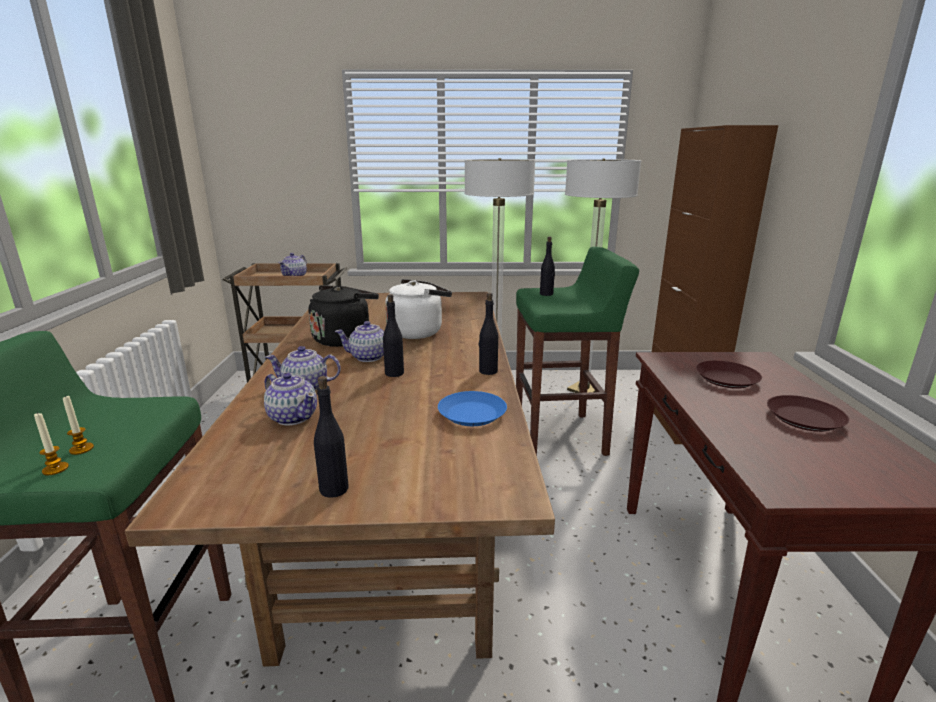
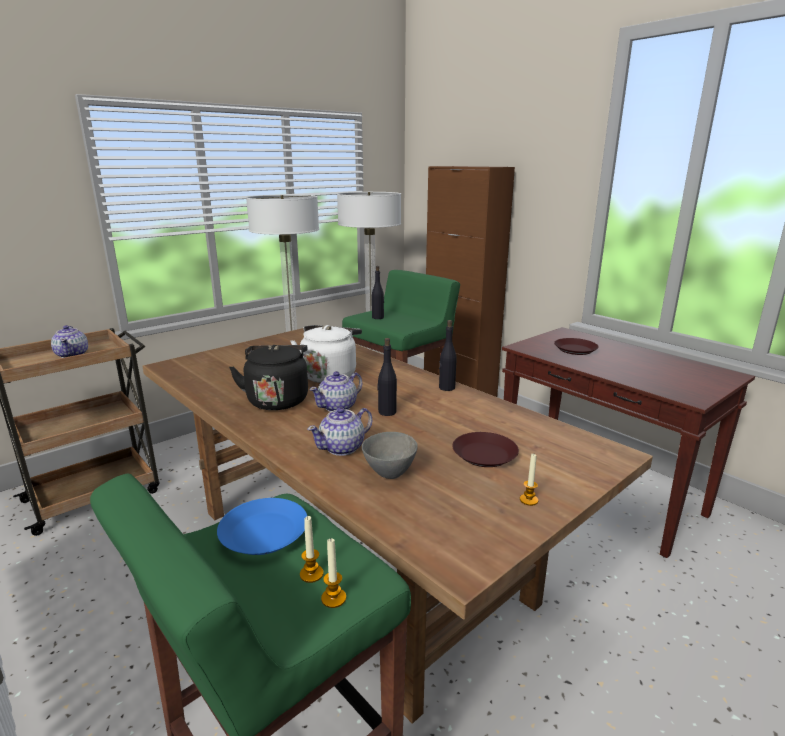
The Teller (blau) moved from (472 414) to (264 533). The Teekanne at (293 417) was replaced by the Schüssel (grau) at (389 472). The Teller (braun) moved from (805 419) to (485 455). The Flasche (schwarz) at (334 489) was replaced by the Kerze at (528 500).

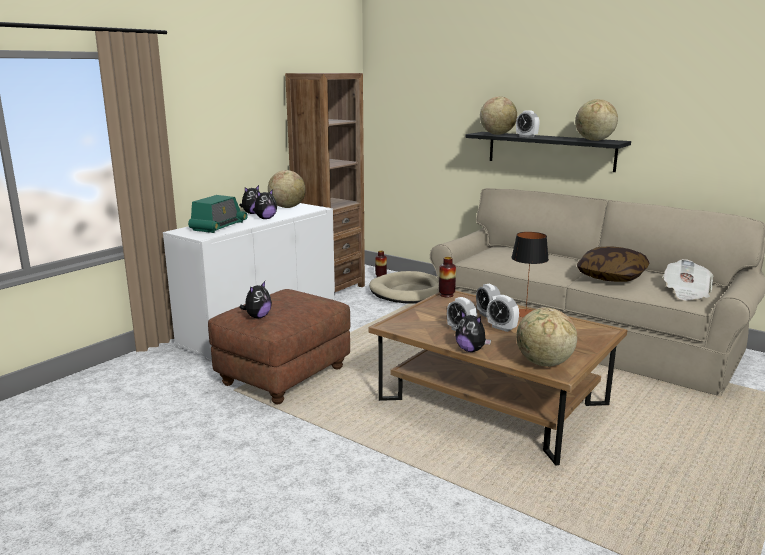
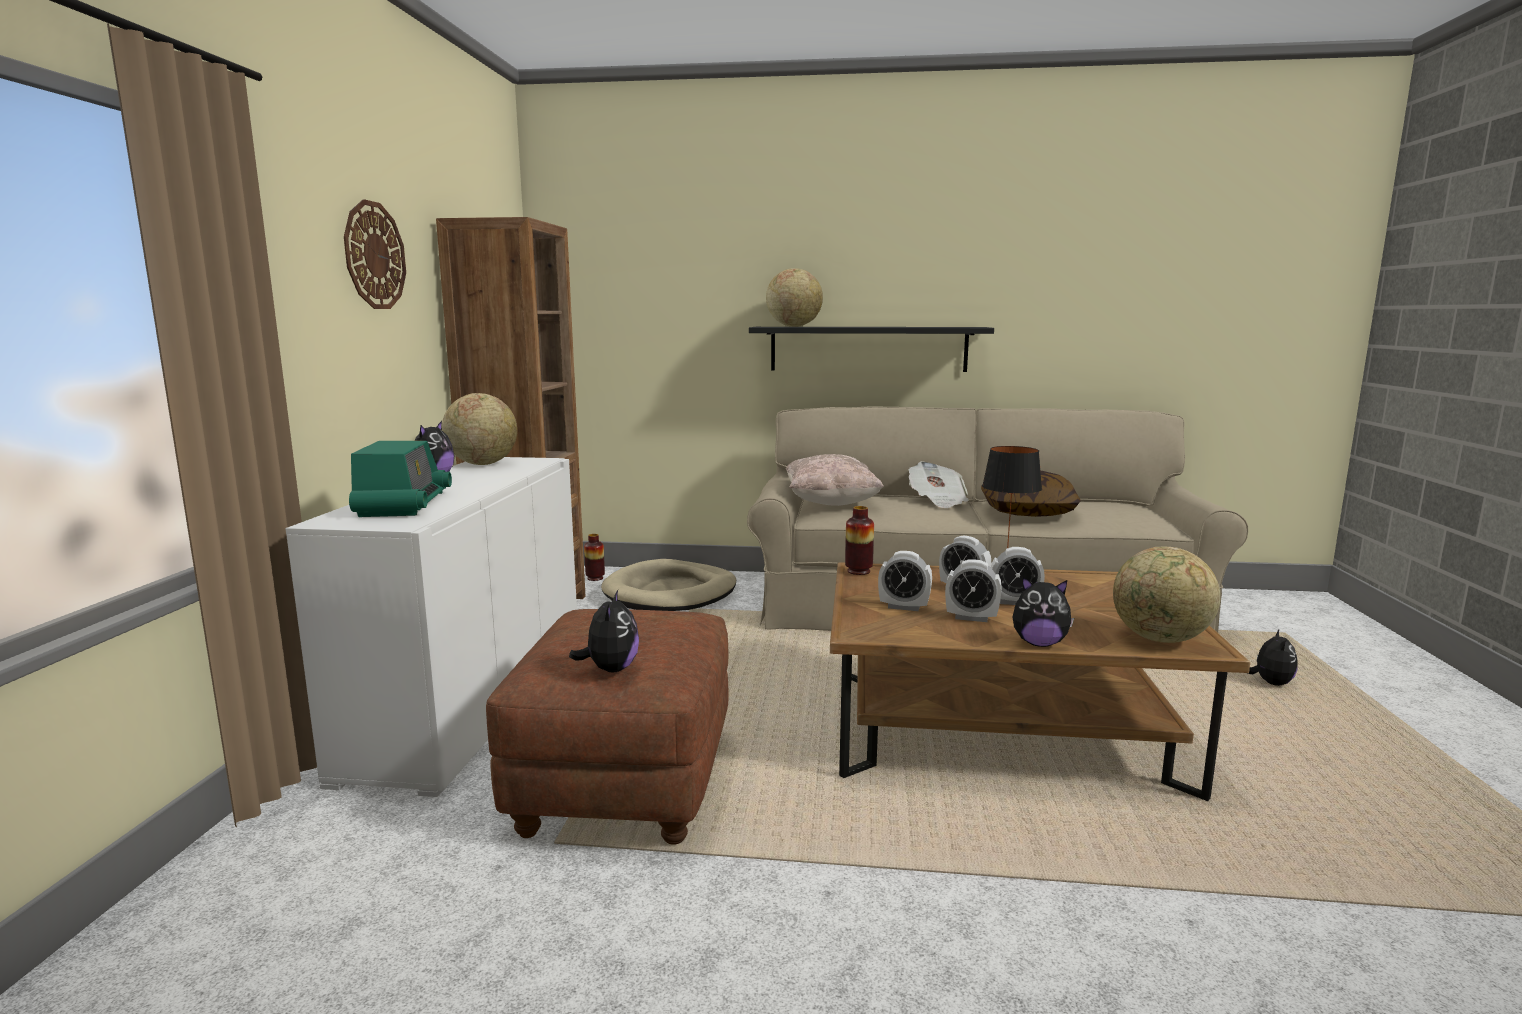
The Wanduhr at (374 255) appeared. The Kissen (beige) at (831 503) appeared. The Wecker moved from (526 136) to (904 607). The Zeitung moved from (686 293) to (937 501). The Plüschtier moved from (265 218) to (1270 683). The Globus at (594 140) disappeared.

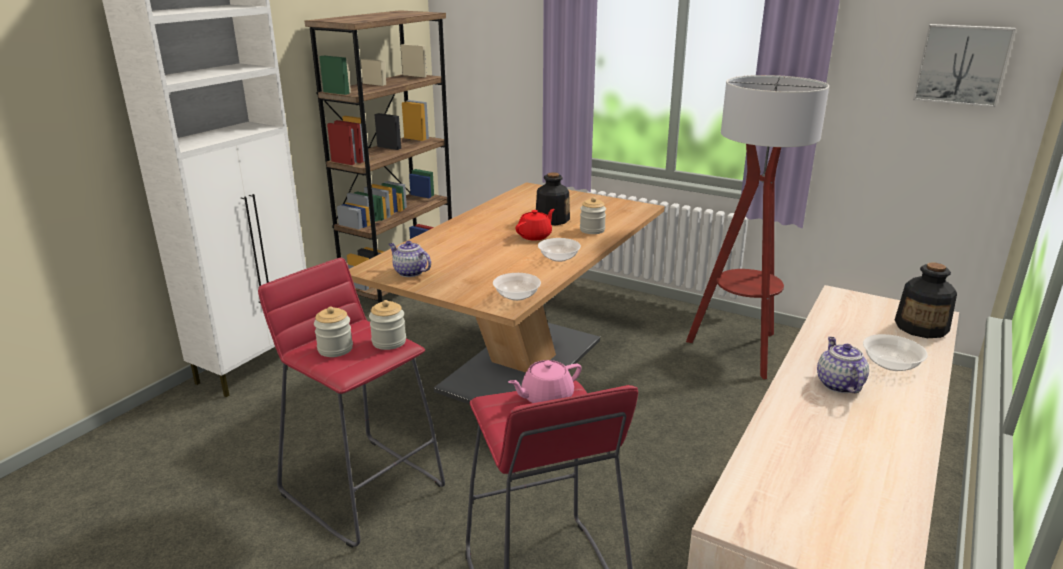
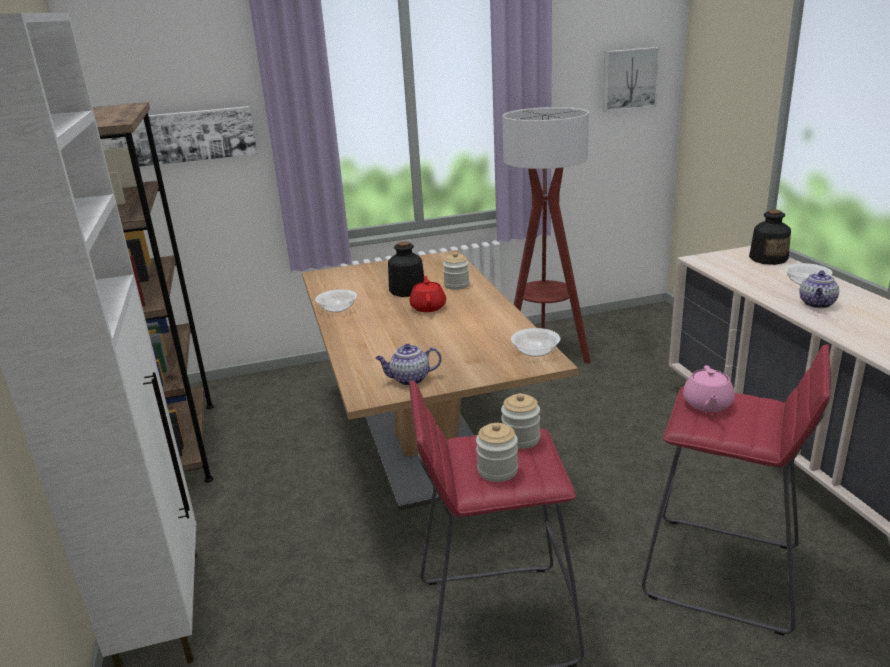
The Bild at (181 136) appeared. The Schüssel moved from (559 258) to (337 309). The Teekanne at (838 384) turned 105 degrees counterclockwise.

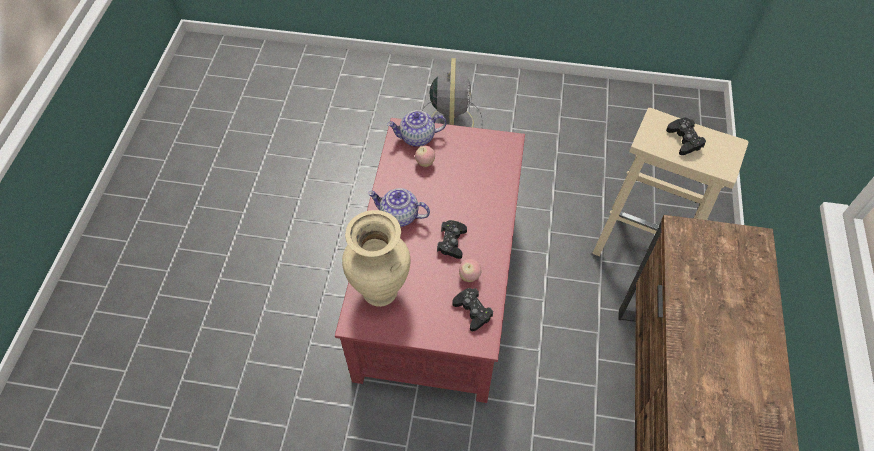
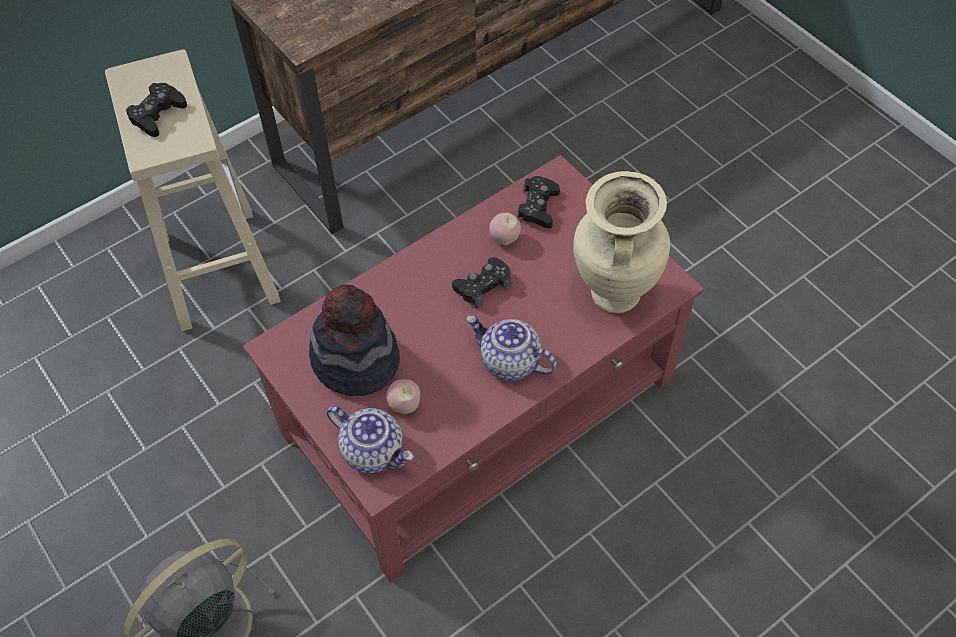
The Hut at (356 360) appeared. The Teekanne at (399 216) turned 150 degrees clockwise.

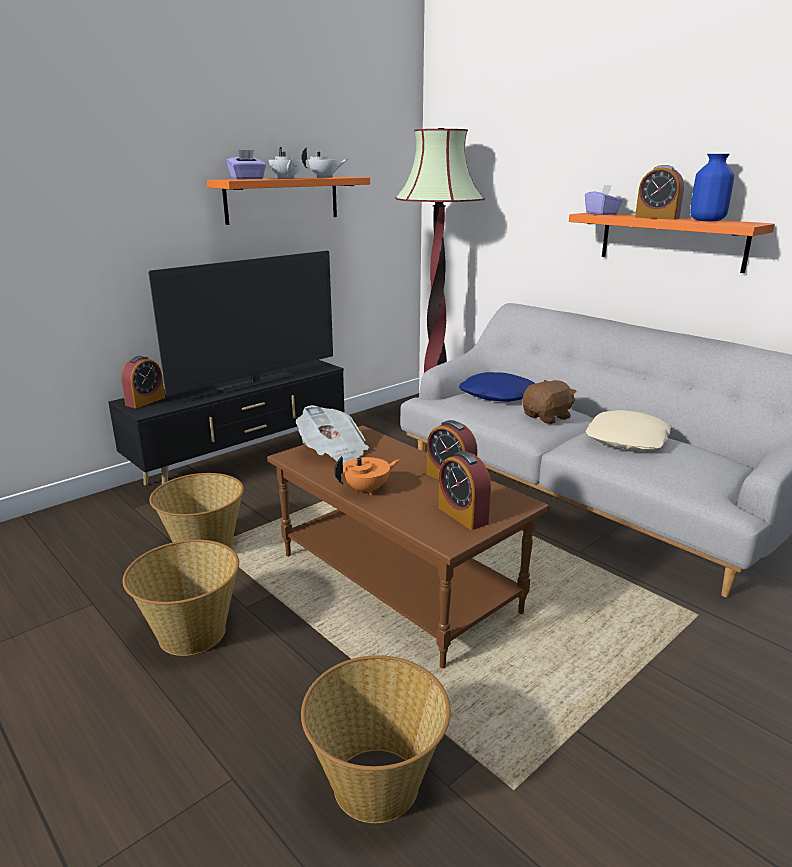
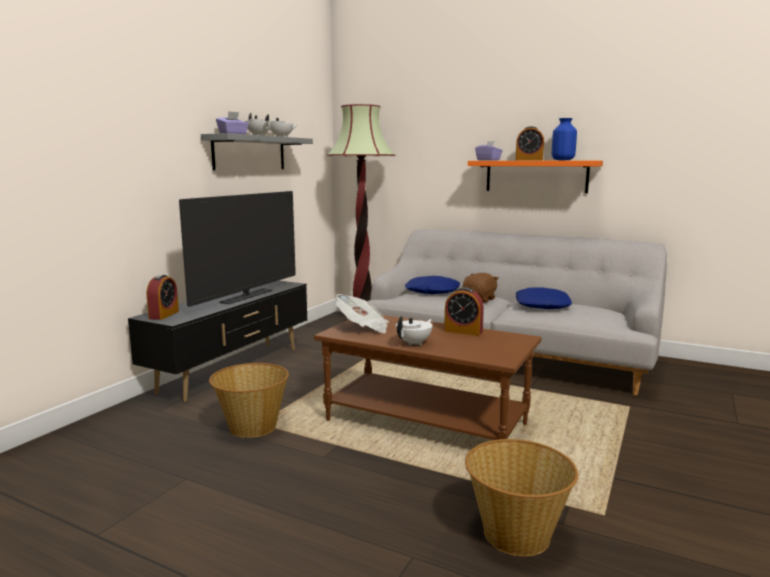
The Wandregal (orange) at (282 199) became the Wandregal (grau) at (249 153). The Teekanne (orange) at (367 490) became the Teekanne (weiß) at (414 343). The Kissen (beige) at (628 439) became the Kissen (blau) at (542 305). The Korb at (191 633) disappeared. The Wecker at (463 515) disappeared.

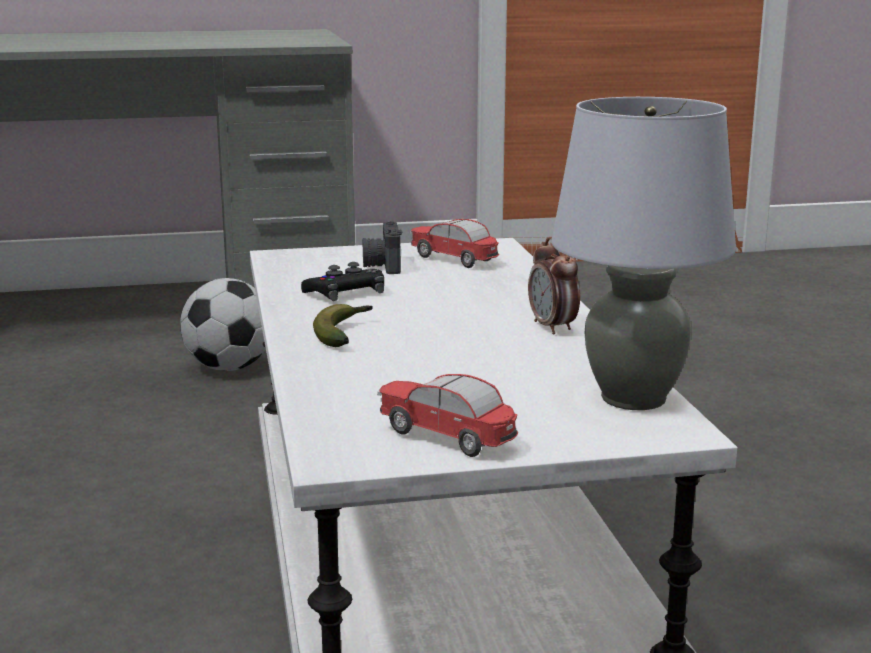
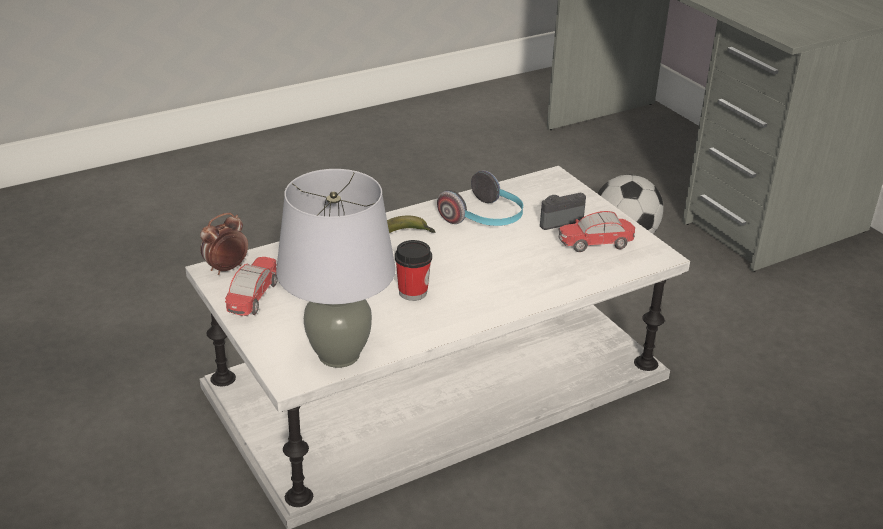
The Wecker moved from (552 327) to (226 269). The Tasse at (413 292) appeared. The Gamepad (schwarz) at (345 293) was replaced by the Kopfhörer at (485 219). The Spielzeugauto at (453 260) turned 120 degrees counterclockwise.

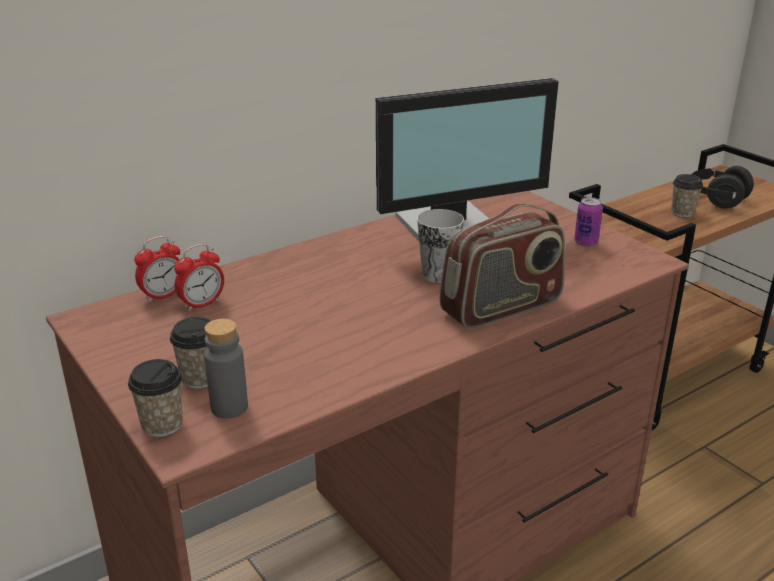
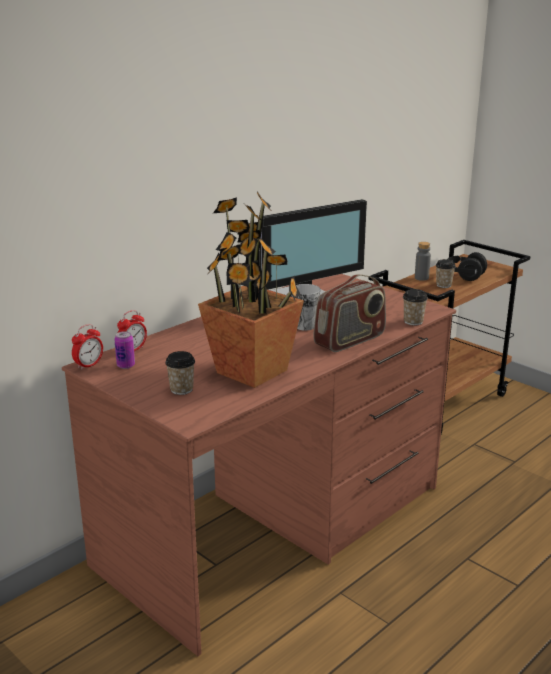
The Wecker moved from (202 304) to (89 365). The Dose moved from (586 242) to (126 365). The Topfpflanze at (251 372) appeared. The Tasse moved from (162 425) to (413 321). The Flasche (grau) moved from (229 407) to (421 278).

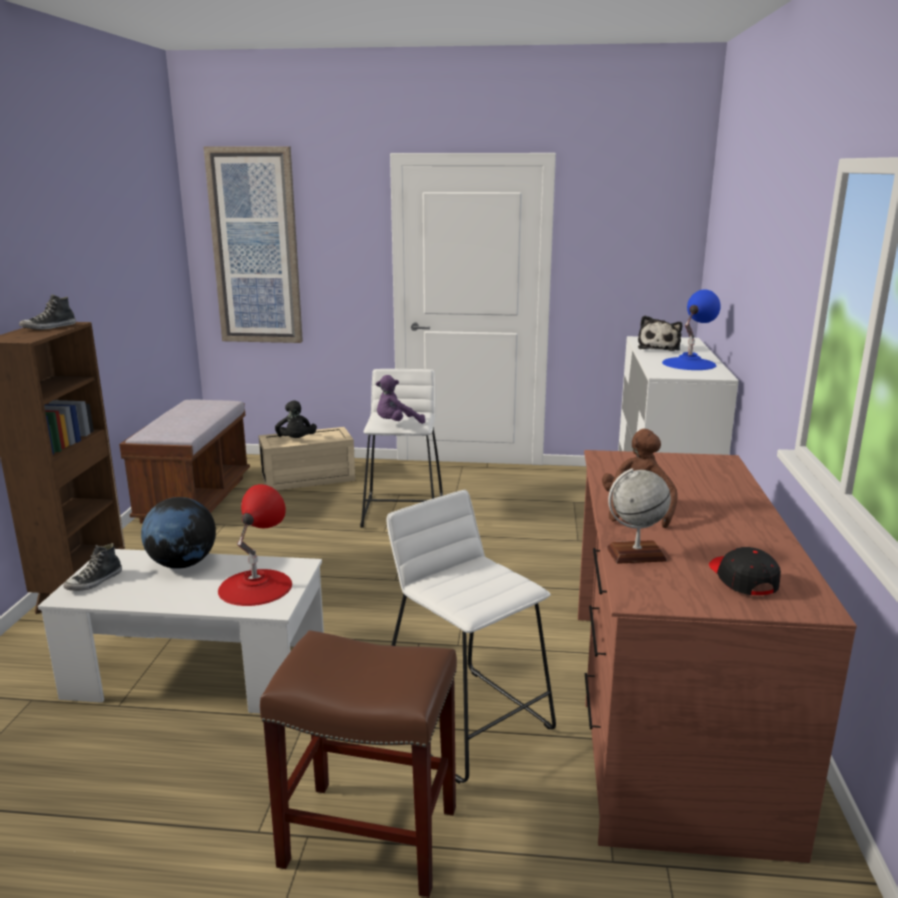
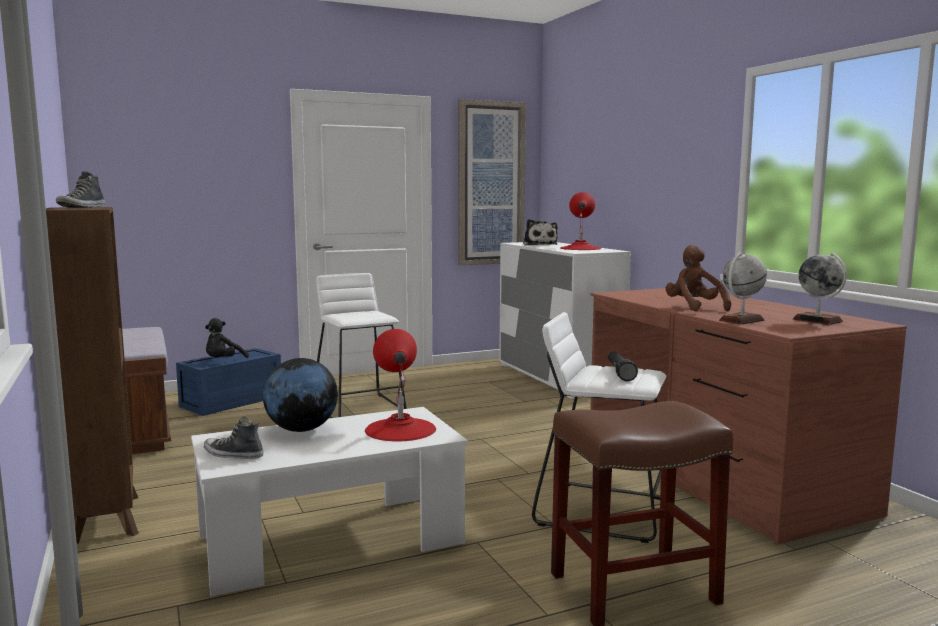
The Aufbewahrungsbox (beige) at (307 478) became the Aufbewahrungsbox (blau) at (231 402). The Schuh at (94 582) turned 105 degrees clockwise. The Plüschtier (schwarz) at (296 441) turned 75 degrees clockwise. The Bild moved from (256 247) to (490 184). The Tischlampe (blau) at (688 363) became the Tischlampe (rot) at (580 248). The Taschenlampe (schwarz) at (620 373) appeared. The Kappe (schwarz) at (742 579) was replaced by the Globus at (817 320). The Plüschtier (lila) at (397 424) disappeared.

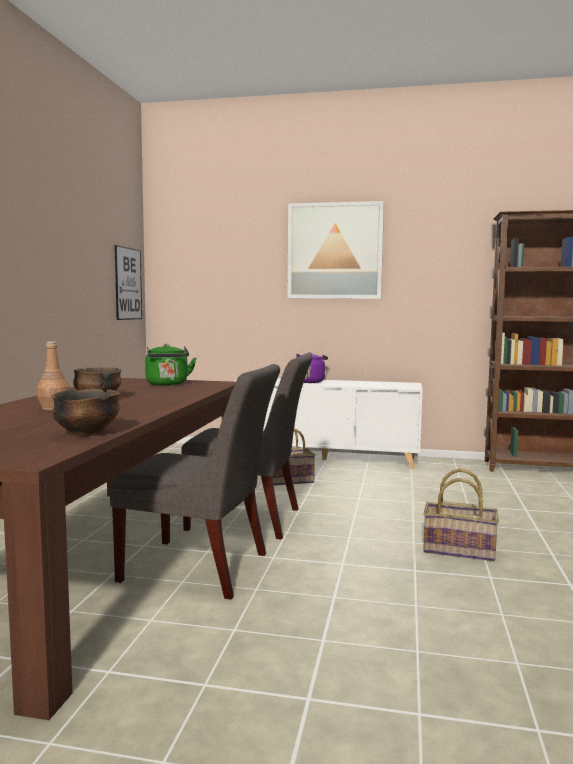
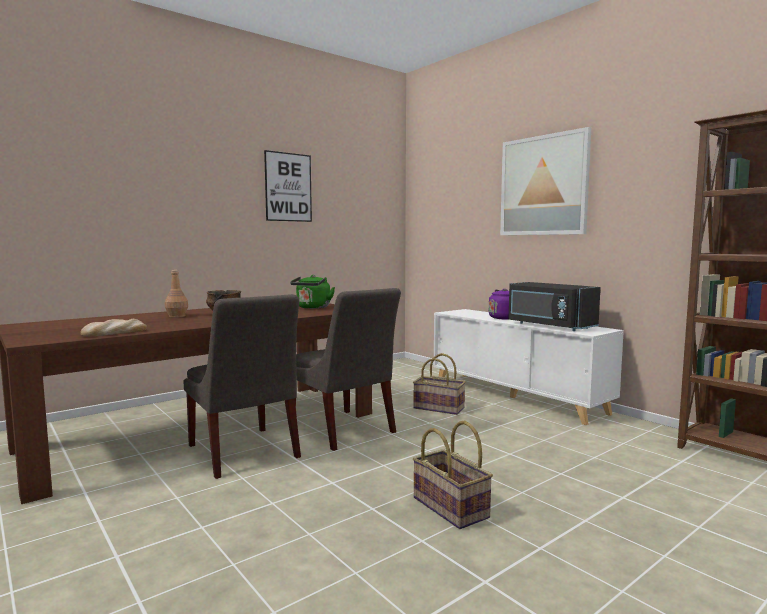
The Schüssel at (86 434) was replaced by the Brot at (114 332). The Bild moved from (128 283) to (288 187). The Mikrowelle (schwarz) at (549 326) appeared.

